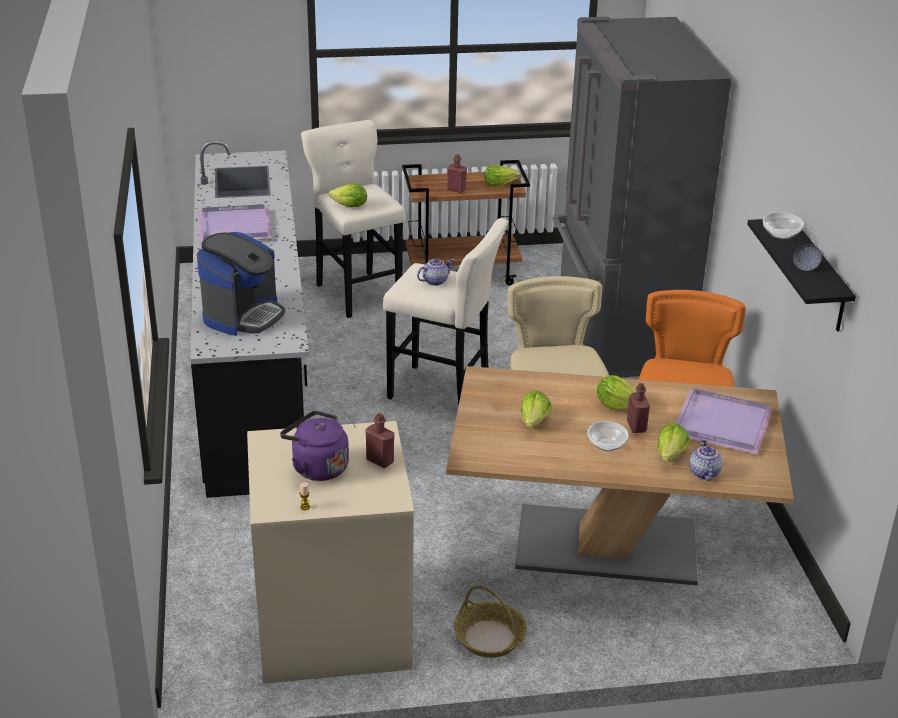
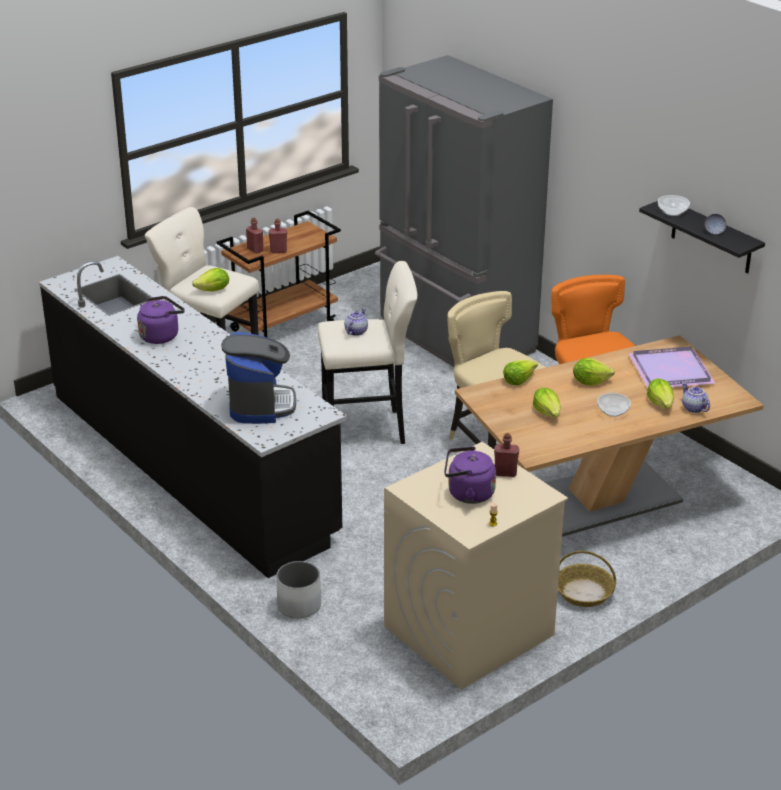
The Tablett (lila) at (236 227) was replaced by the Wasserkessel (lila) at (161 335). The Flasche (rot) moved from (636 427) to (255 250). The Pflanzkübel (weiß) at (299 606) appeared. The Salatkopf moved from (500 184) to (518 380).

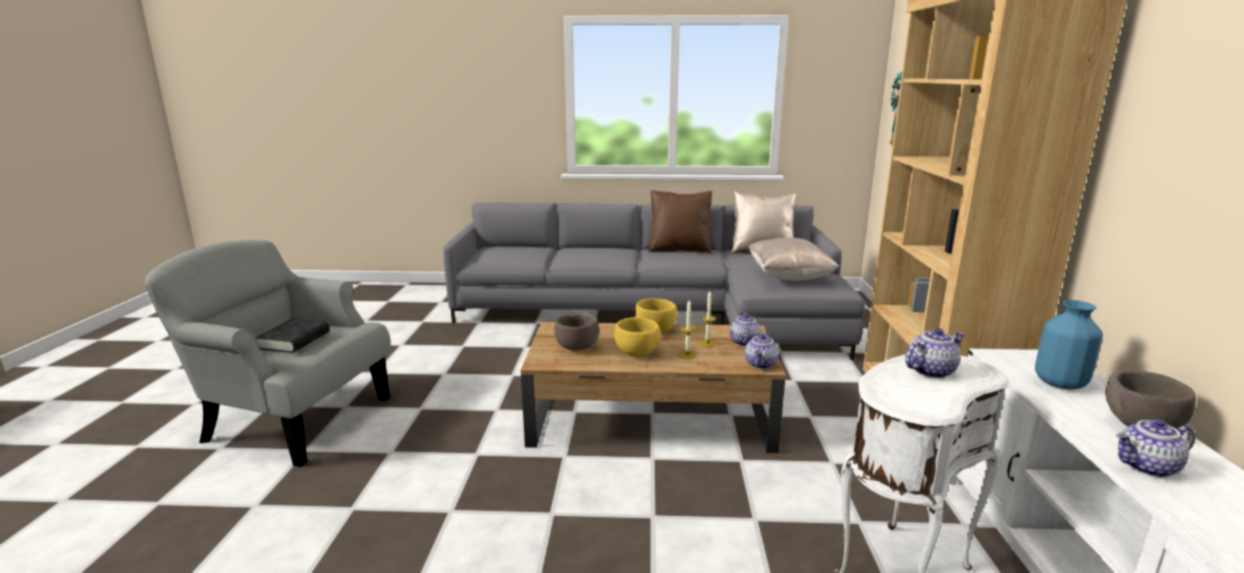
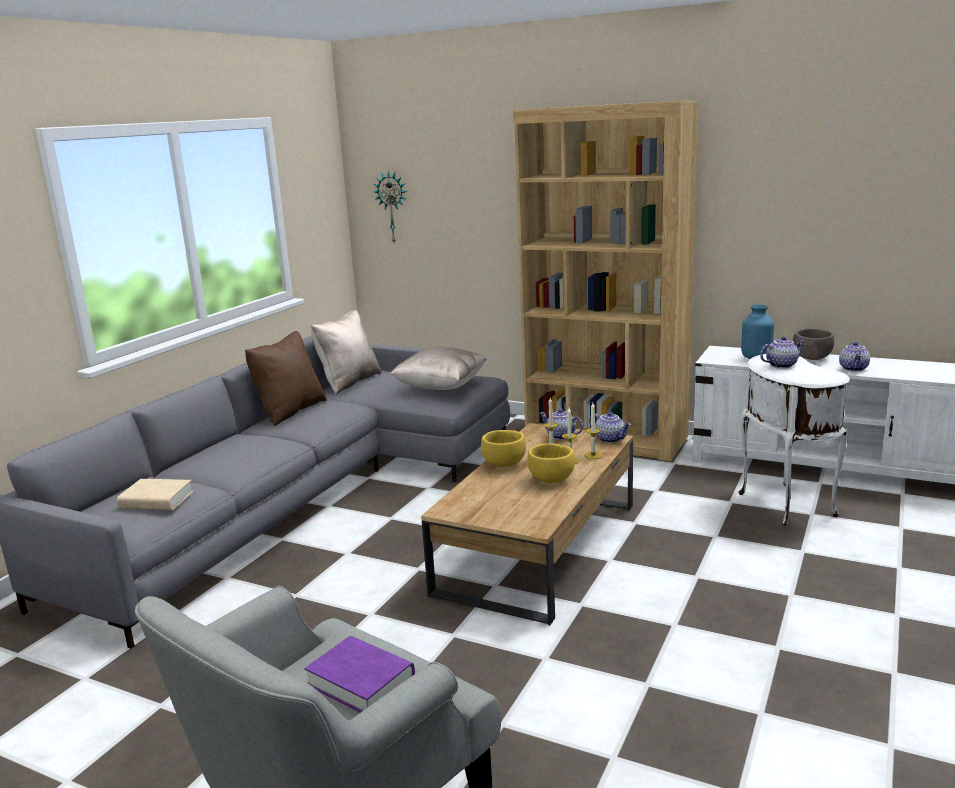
The Buch (beige) at (156 501) appeared. The Buch (schwarz) at (295 340) became the Buch (lila) at (361 681). The Kerze at (593 455) appeared. The Teekanne at (930 371) turned 75 degrees clockwise. The Schüssel (braun) at (577 348) disappeared.

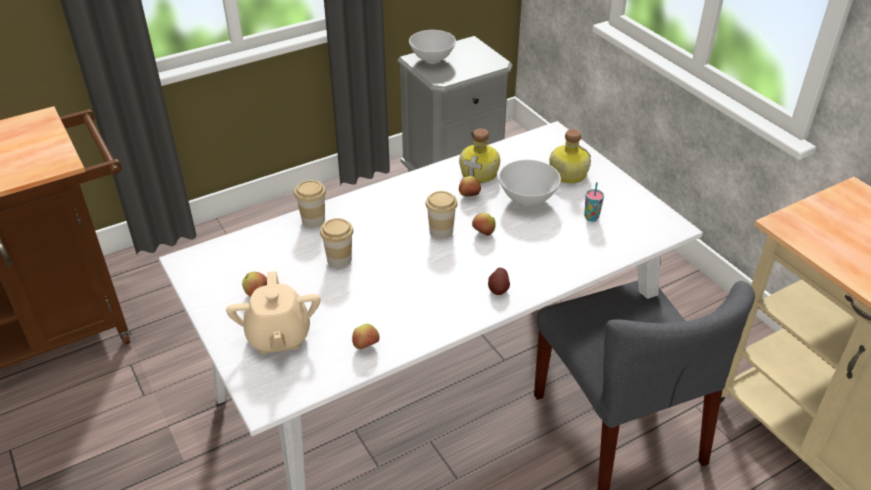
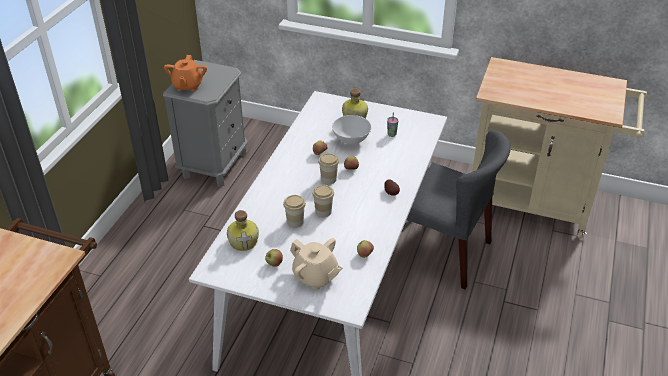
The Schüssel (weiß) at (432 60) was replaced by the Teekanne (orange) at (187 85). The Flasche moved from (480 173) to (244 241). The Tasse moved from (313 220) to (323 212).

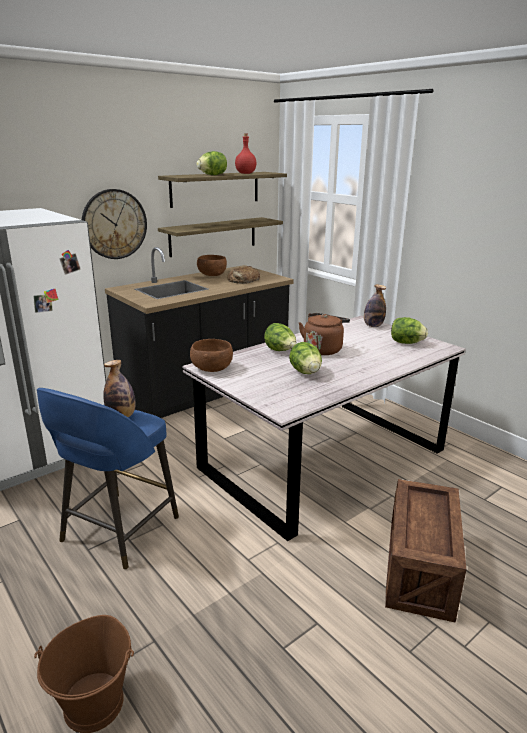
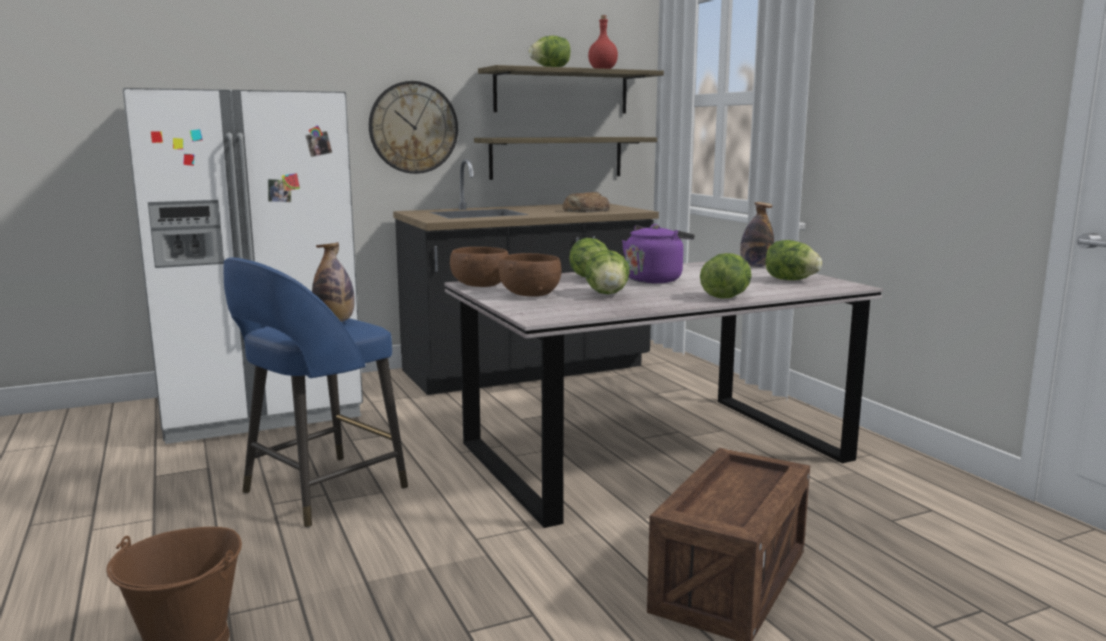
The Schüssel (braun) moved from (211 275) to (529 295). The Wasserkessel (braun) at (323 349) became the Wasserkessel (lila) at (655 279). The Salatkopf at (726 297) appeared.

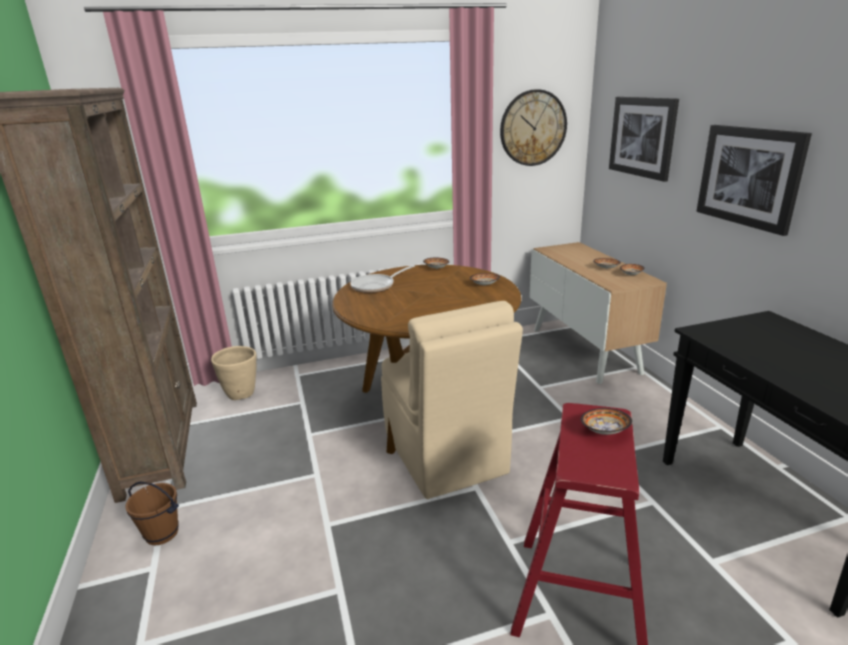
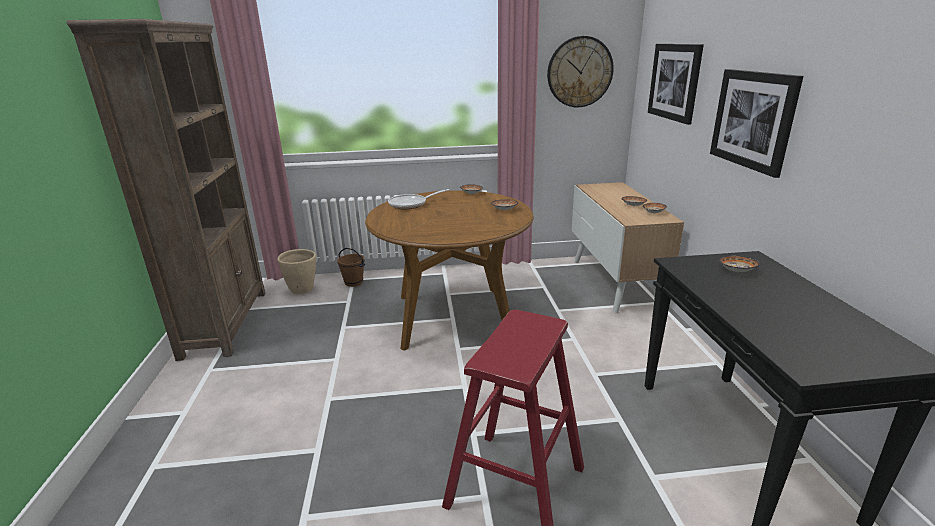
The Eimer (braun) moved from (161 534) to (353 283). The Schüssel moved from (606 431) to (738 271). The Stuhl (beige) at (445 455) disappeared.

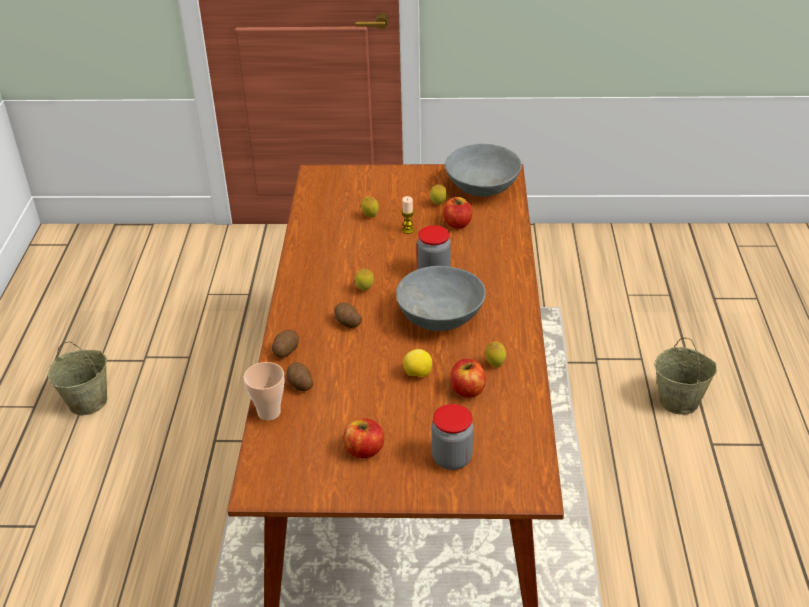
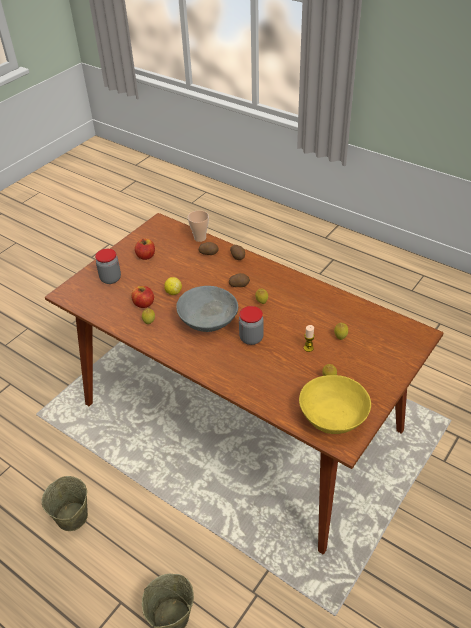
The Eimer (beige) moved from (88 401) to (72 517). The Schüssel (grau) at (482 187) became the Schüssel (gelb) at (334 416). The Apfel at (457 224) disappeared.

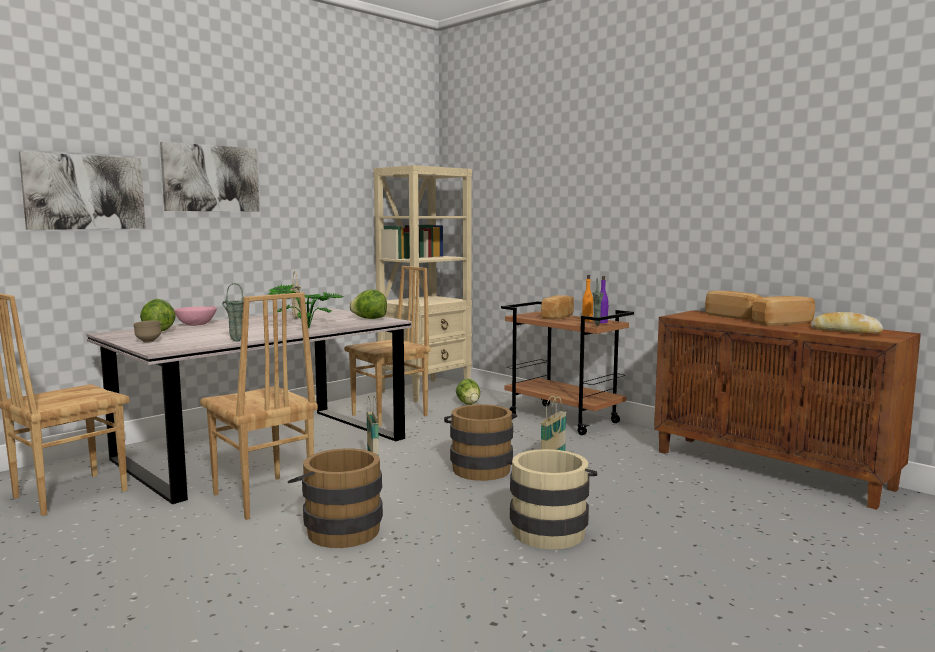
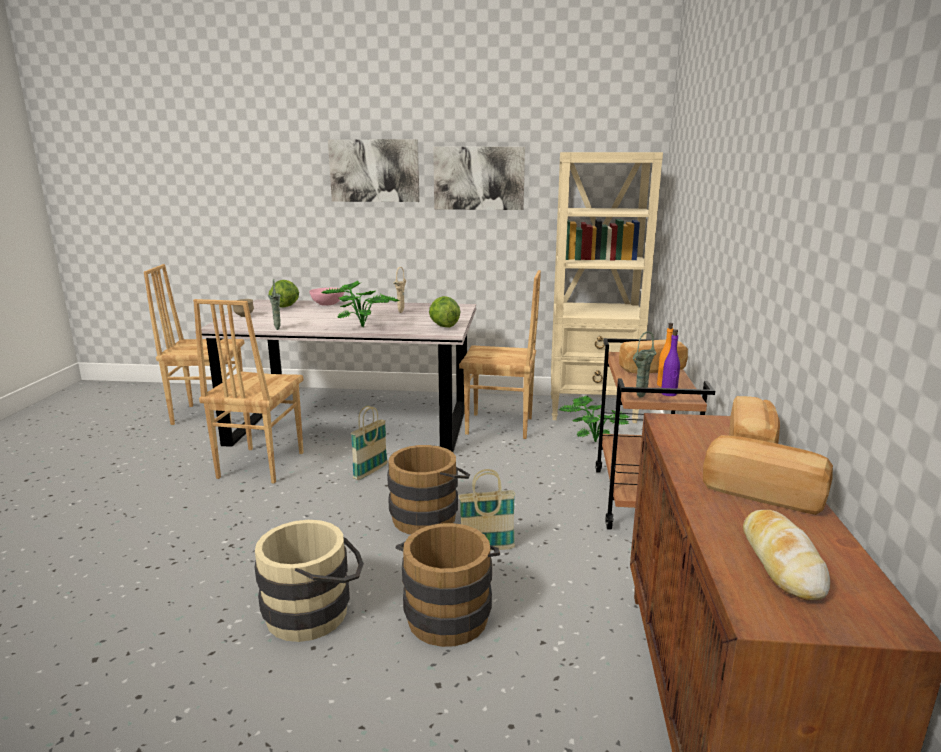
The Eimer (braun) moved from (338 529) to (448 612). The Bild moved from (84 192) to (479 178). The Salatkopf at (468 404) was replaced by the Topfpflanze at (593 440).

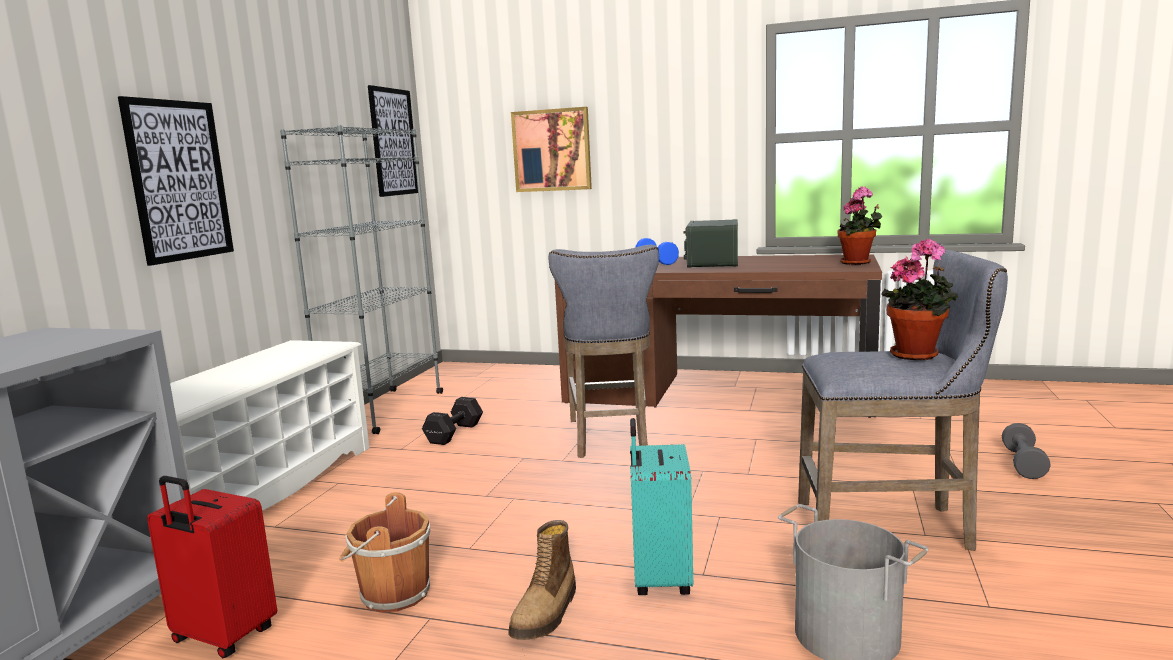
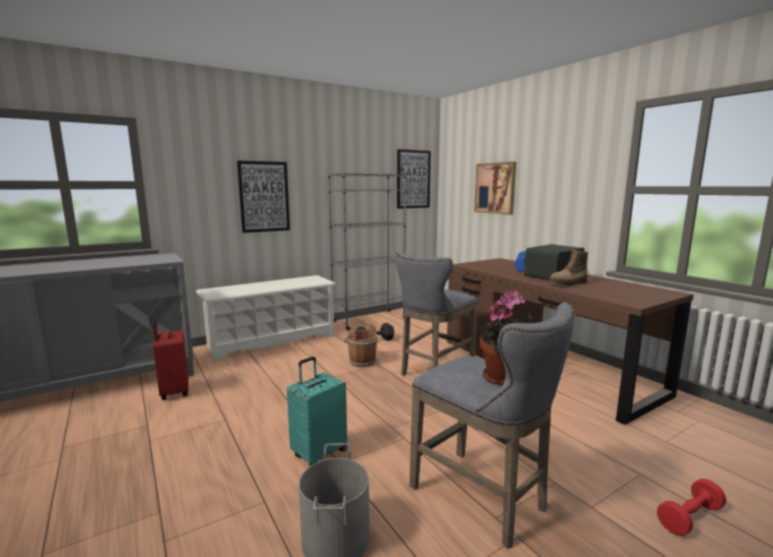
The Eimer (braun) moved from (392 594) to (361 361). The Stiefel moved from (546 614) to (568 284). The Hantel (grau) at (1023 464) became the Hantel (rot) at (689 518). The Topfpflanze at (858 263) disappeared.

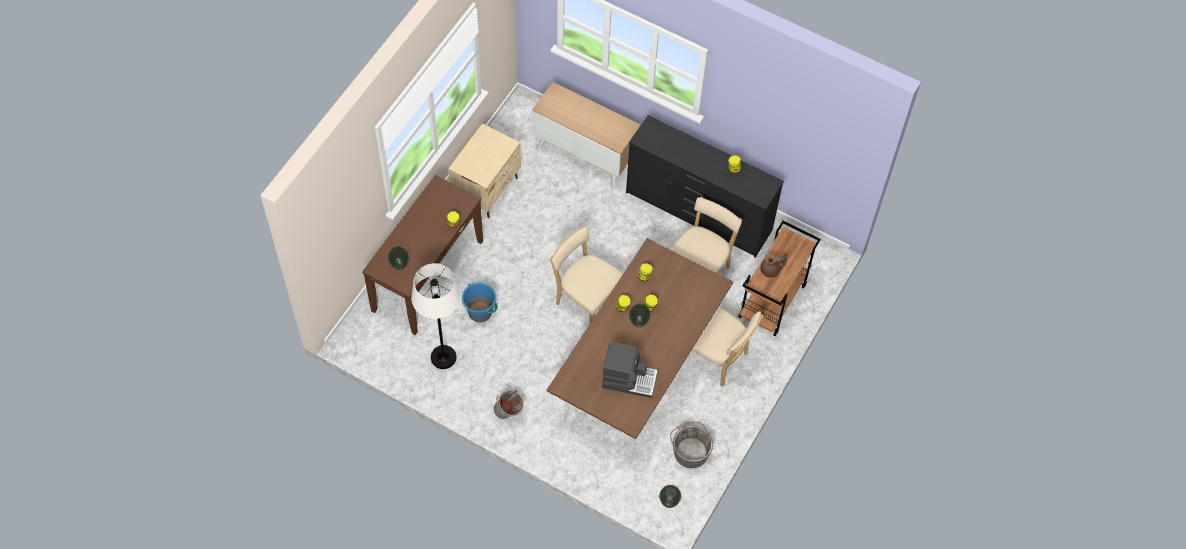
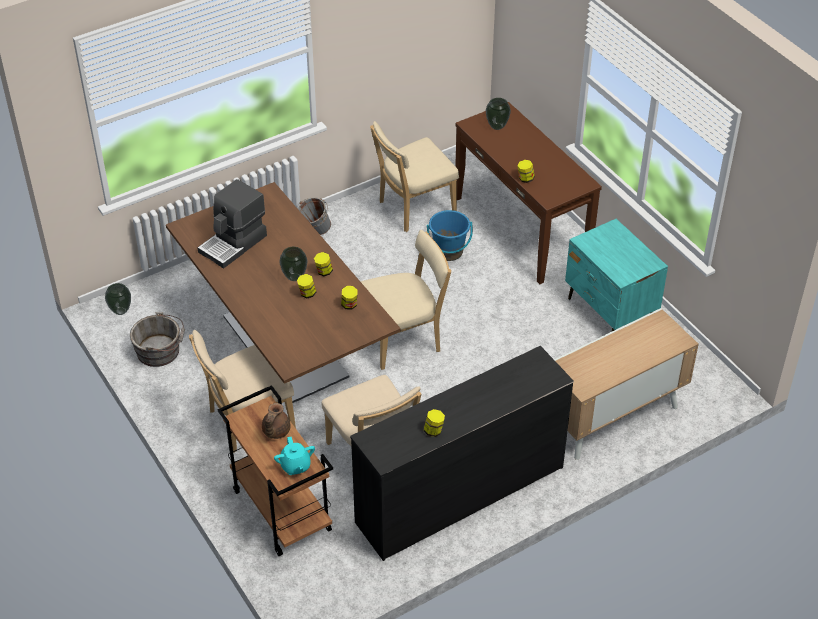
The Teekanne (türkis) at (295 466) appeared. The Stehlampe (weiß) at (443 357) was replaced by the Stuhl (beige) at (413 208). The Nachttisch (beige) at (487 189) became the Nachttisch (türkis) at (610 311).

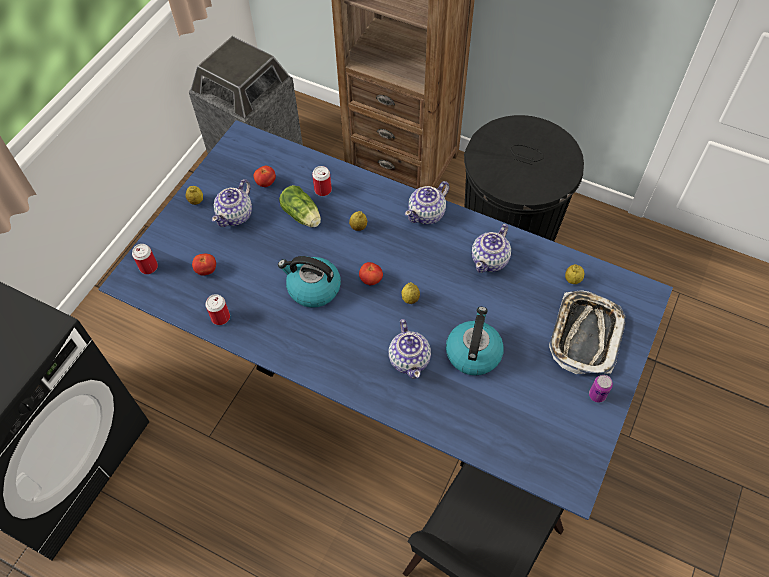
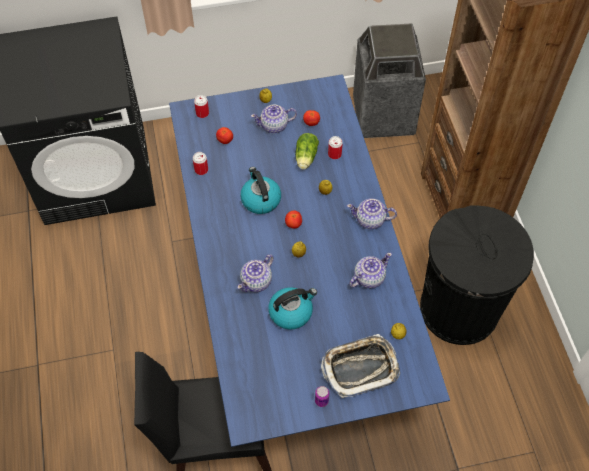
The Teekanne at (490 260) turned 150 degrees clockwise.

